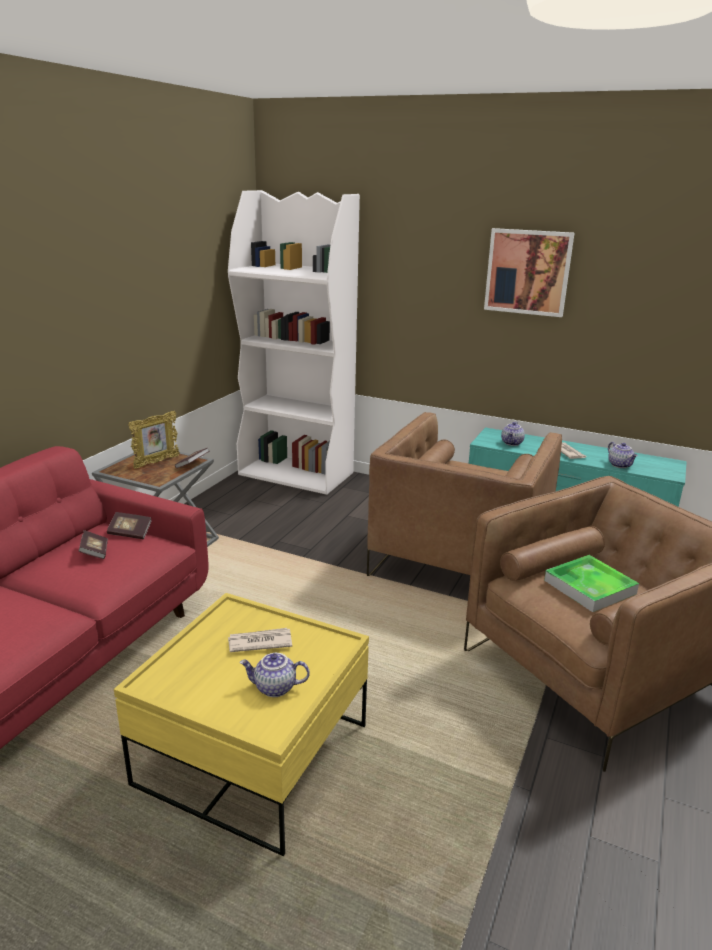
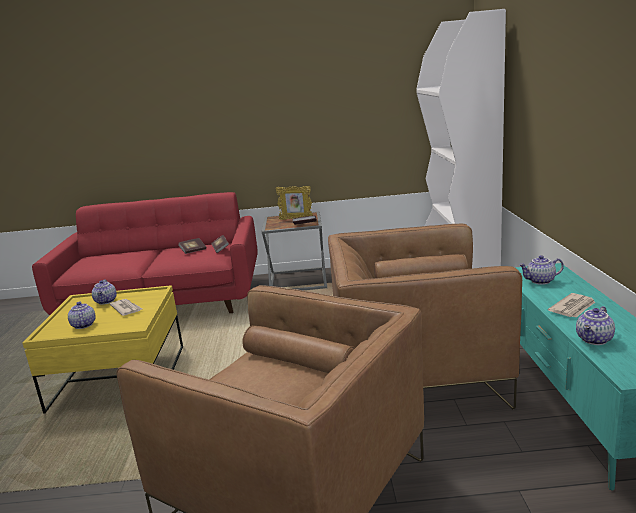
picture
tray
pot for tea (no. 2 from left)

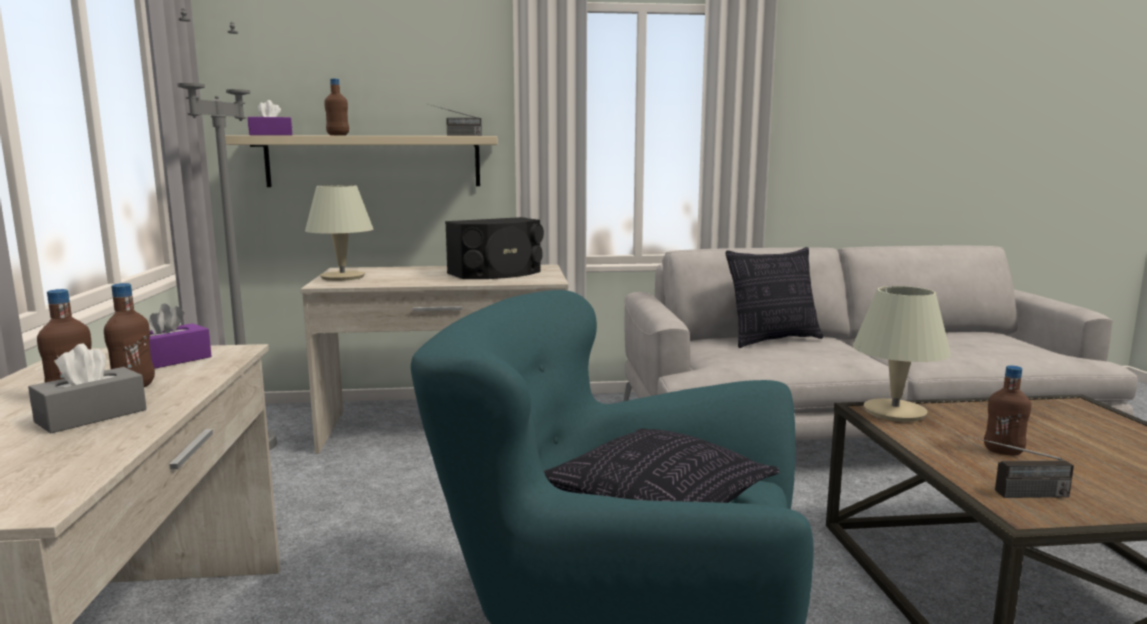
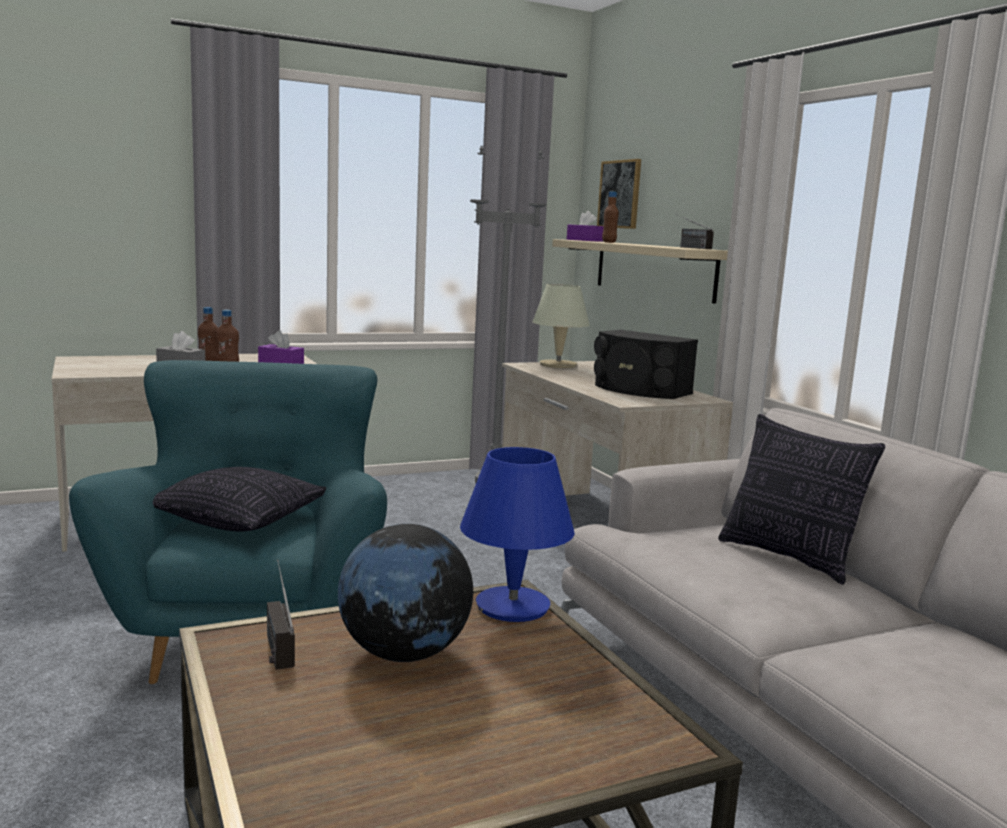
lamp for a table in blue-coloured
globe
picture

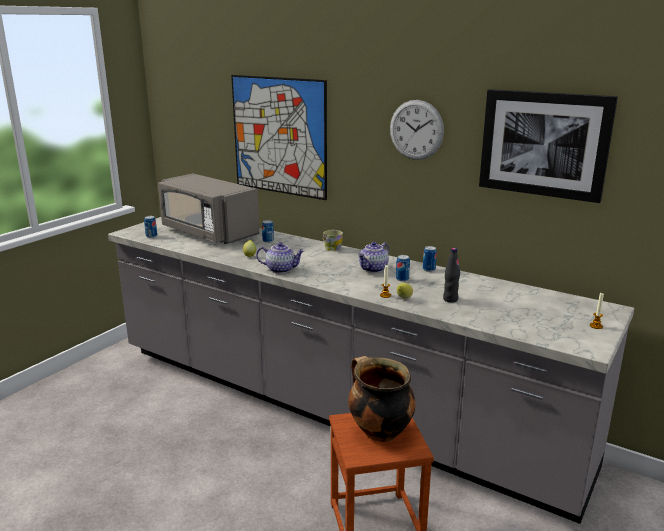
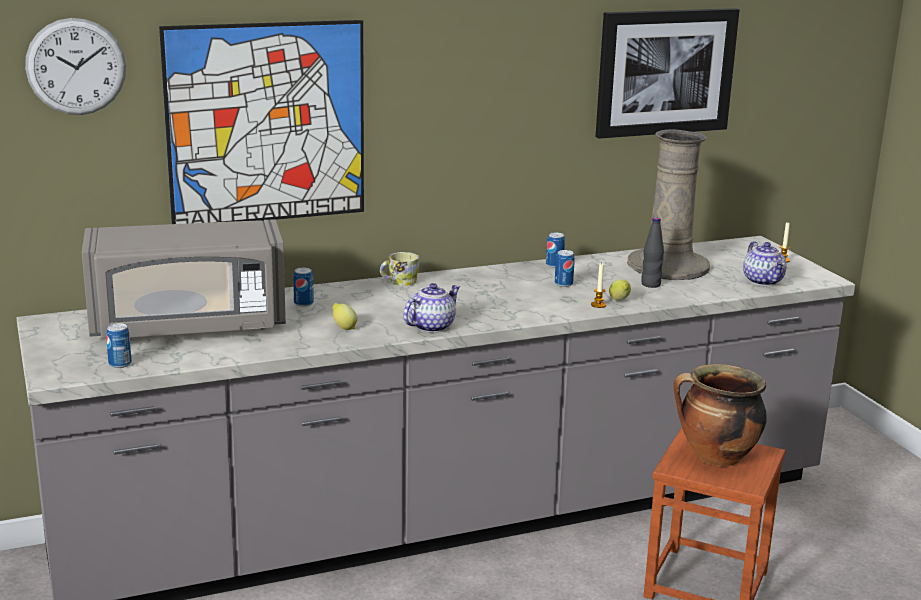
pot for tea (no. 2 from left)
wall clock
decorative vase in beige-coloured

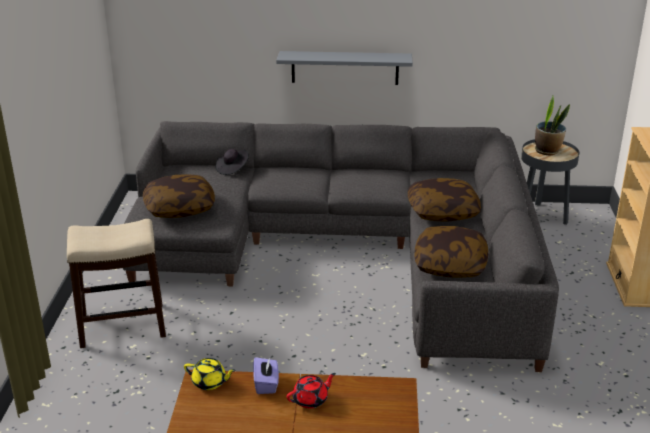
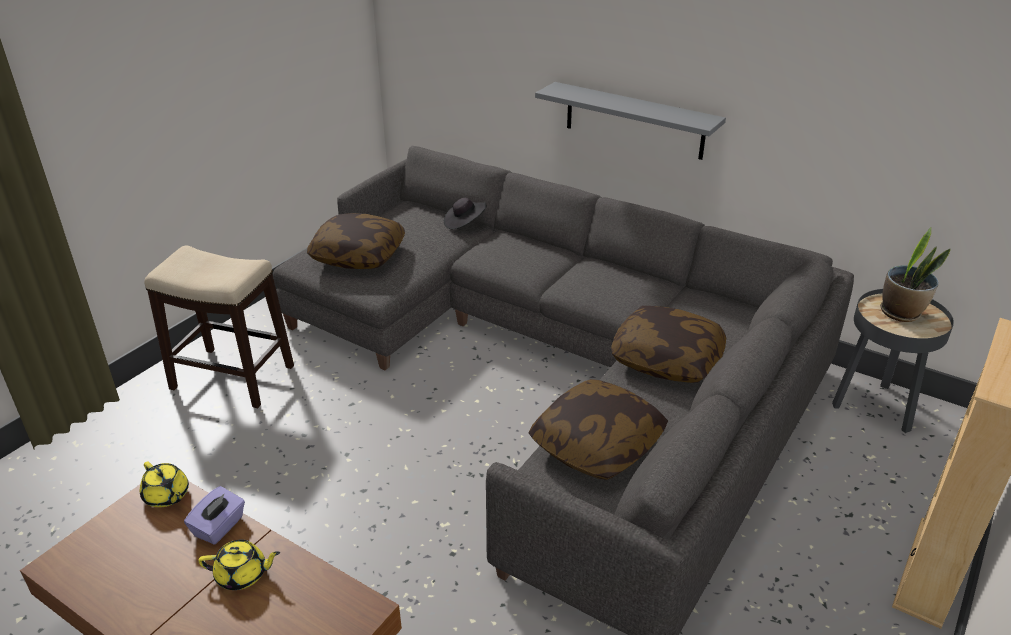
pot for tea in yellow (no. 2 from left)

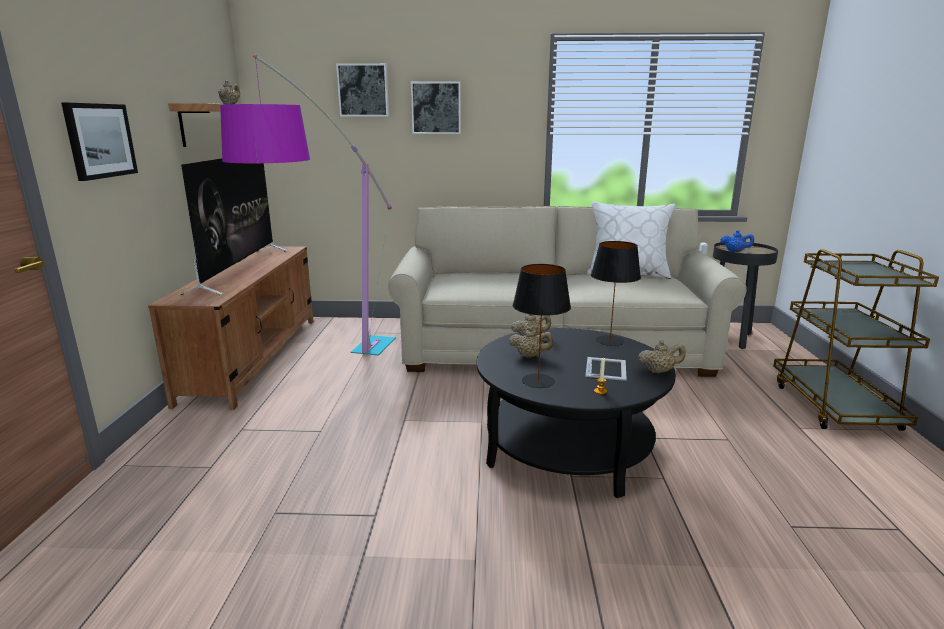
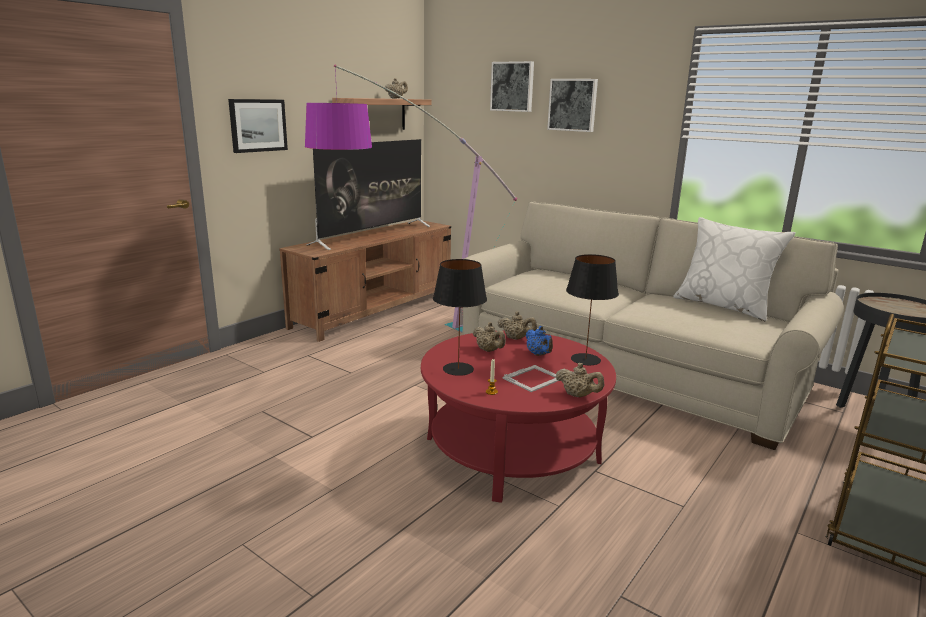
coffee table in red-coloured
pot for tea in blue-coloured

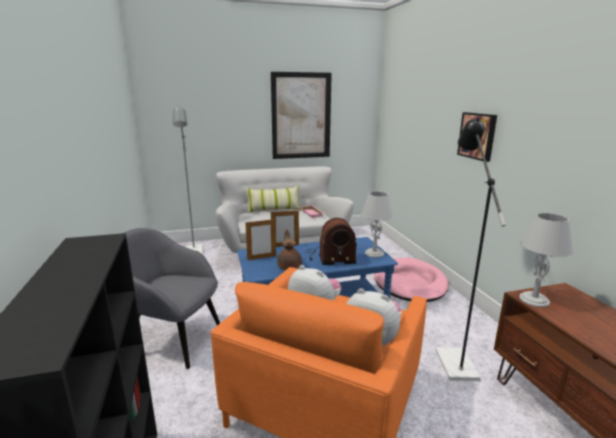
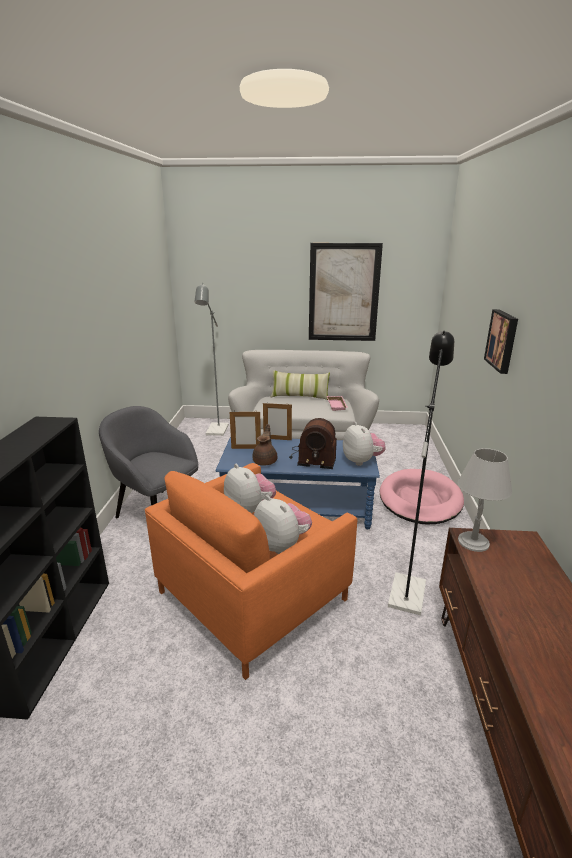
plush toy (no. 3 from left)

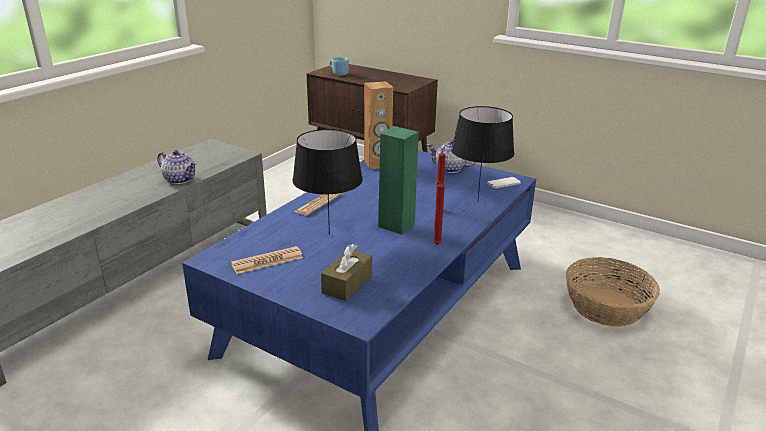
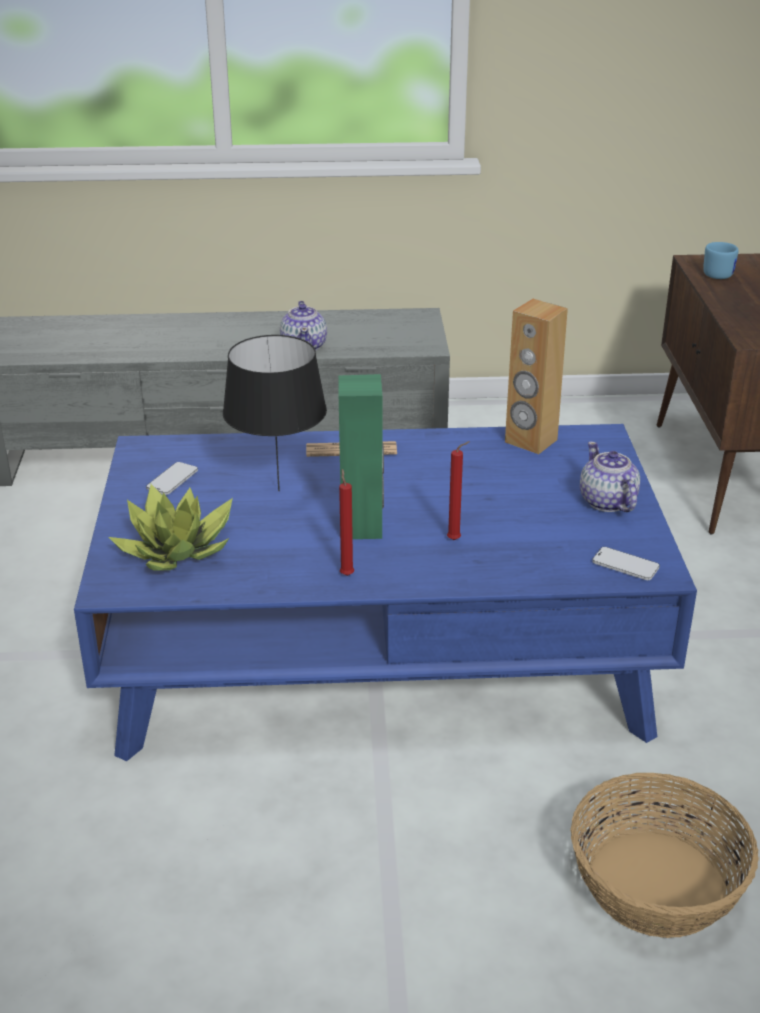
telephone (no. 1 from left)
plant in a pot
lamp for a table in black (no. 2 from left in the first image)

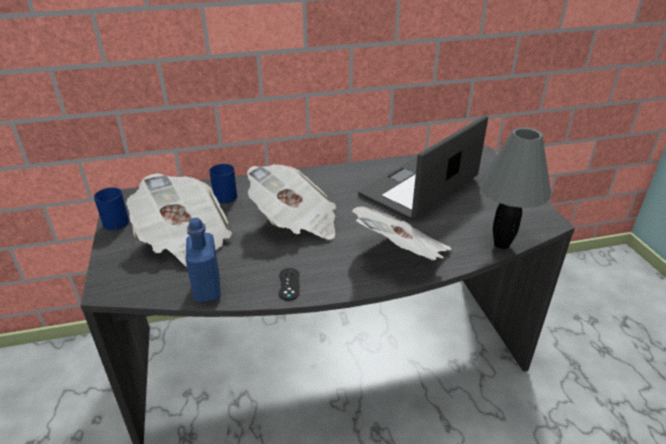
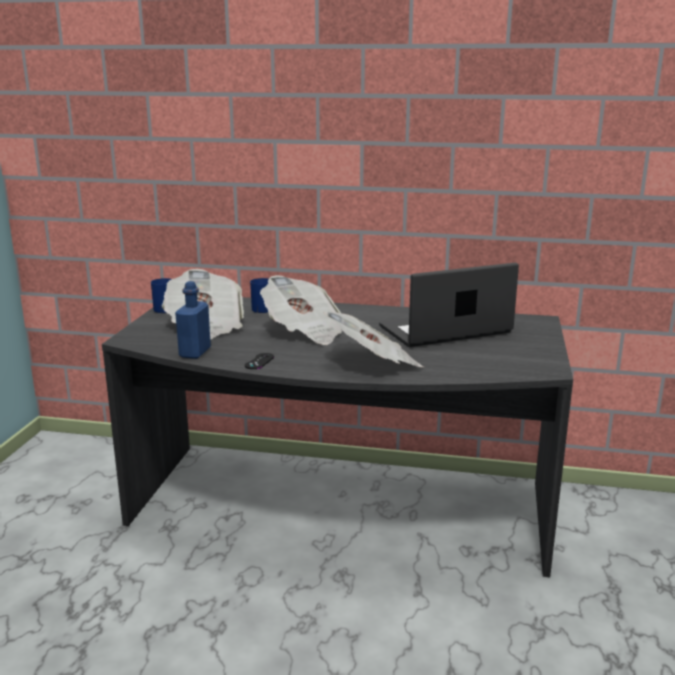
lamp for a table in greyish

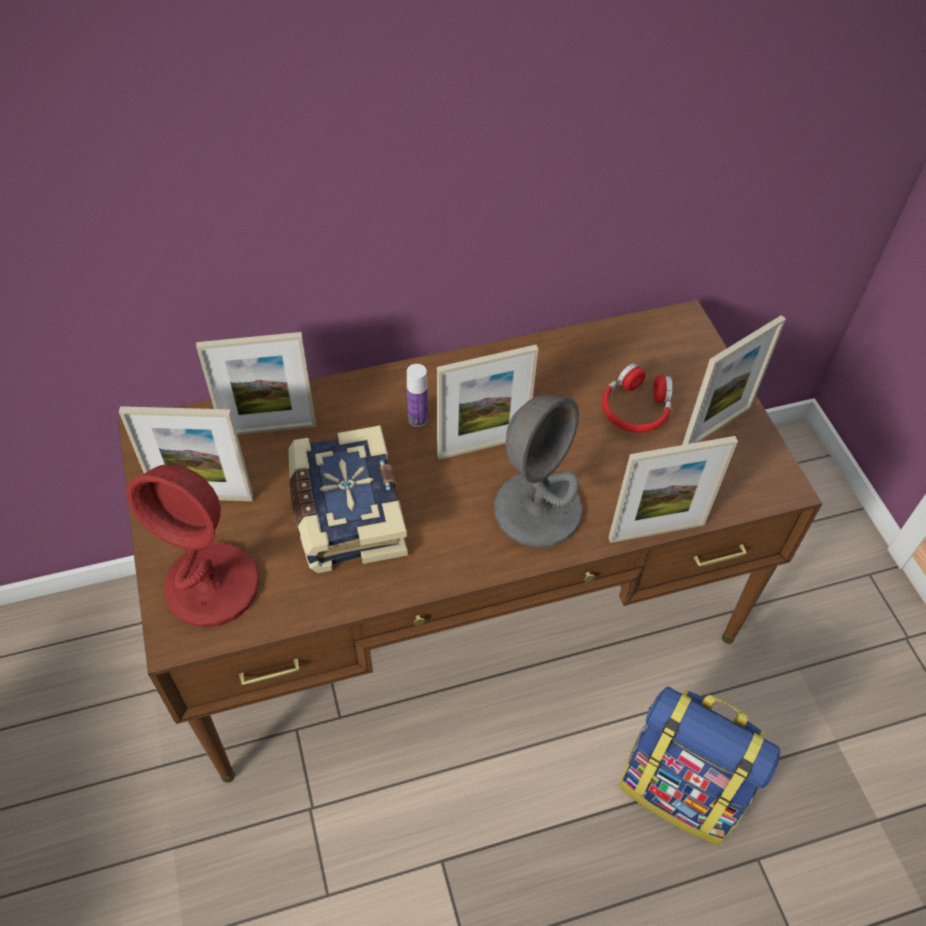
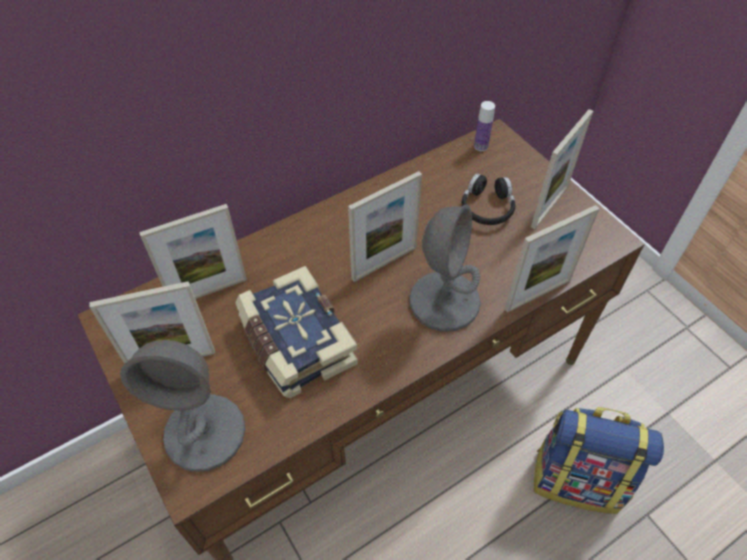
lamp for a table in greyish (no. 1 from left)
beverage bottle
headphones in black

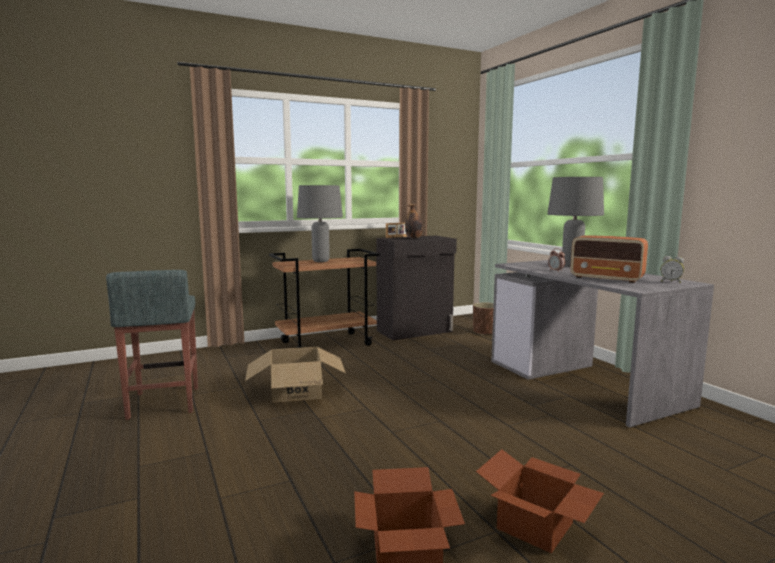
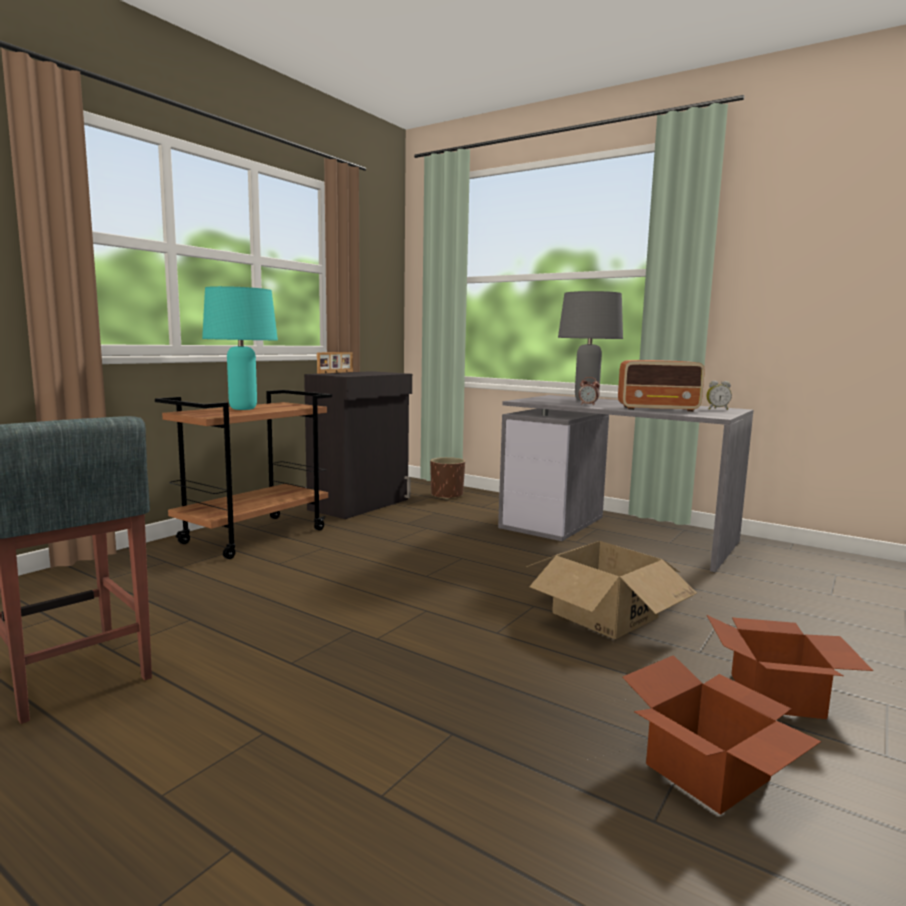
carton (no. 1 from left)
lamp for a table in turquoise
beverage bottle

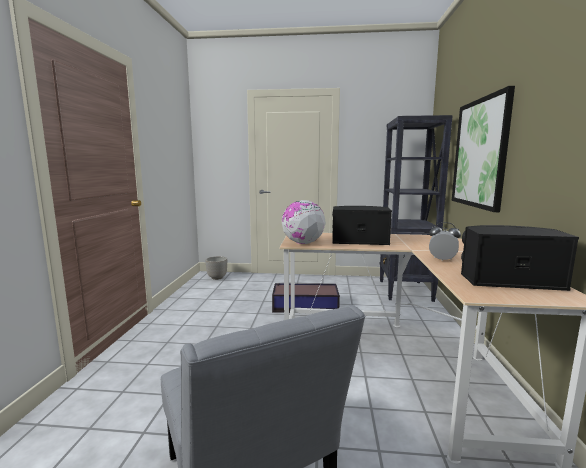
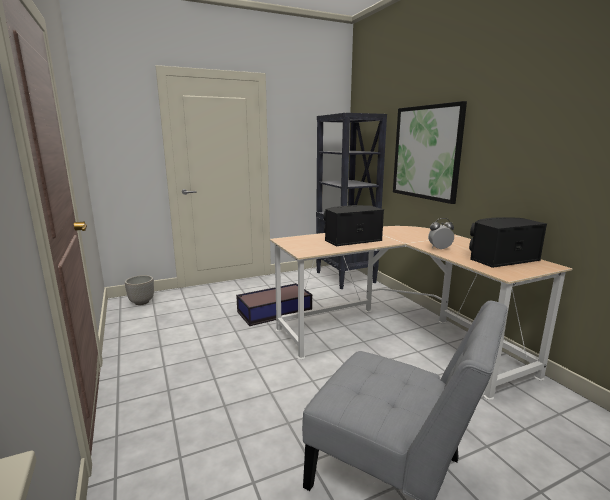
globe

